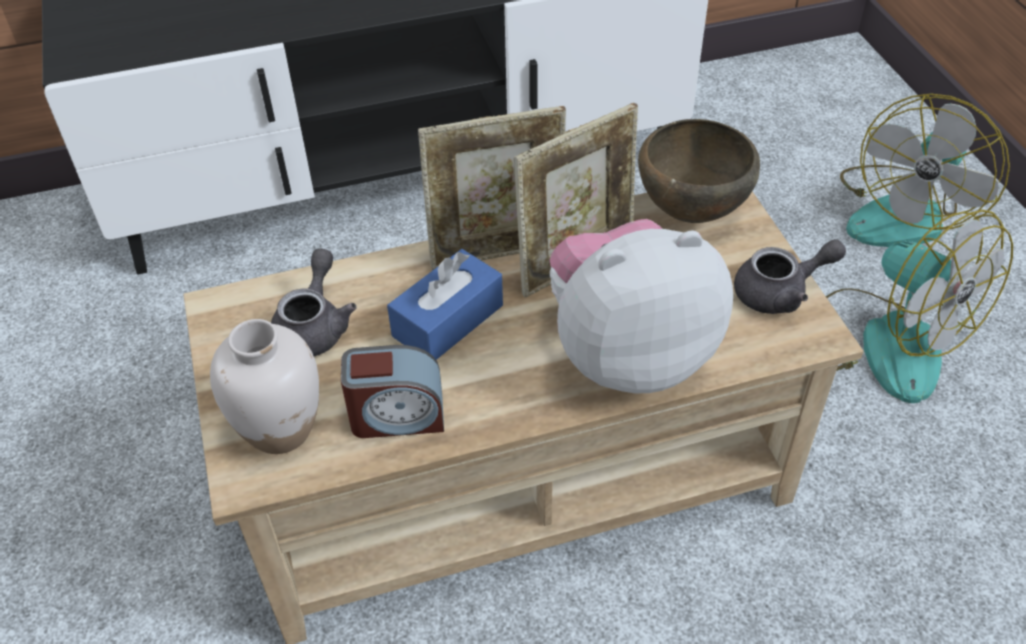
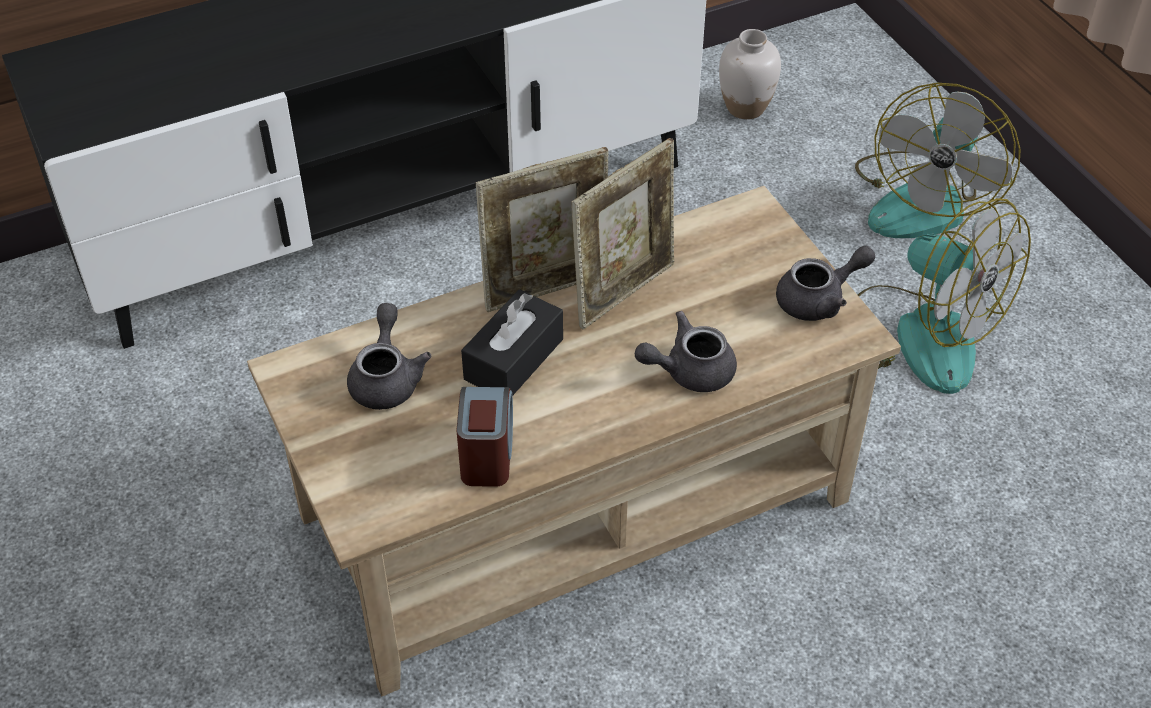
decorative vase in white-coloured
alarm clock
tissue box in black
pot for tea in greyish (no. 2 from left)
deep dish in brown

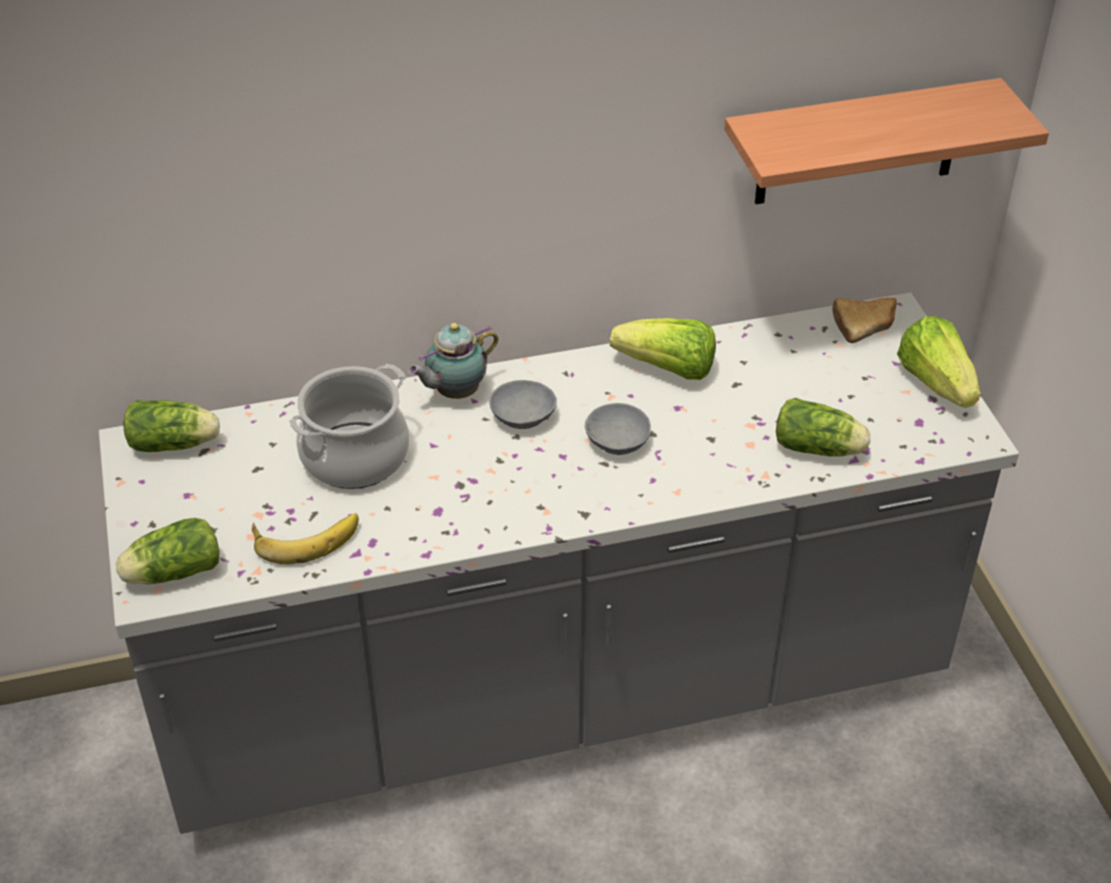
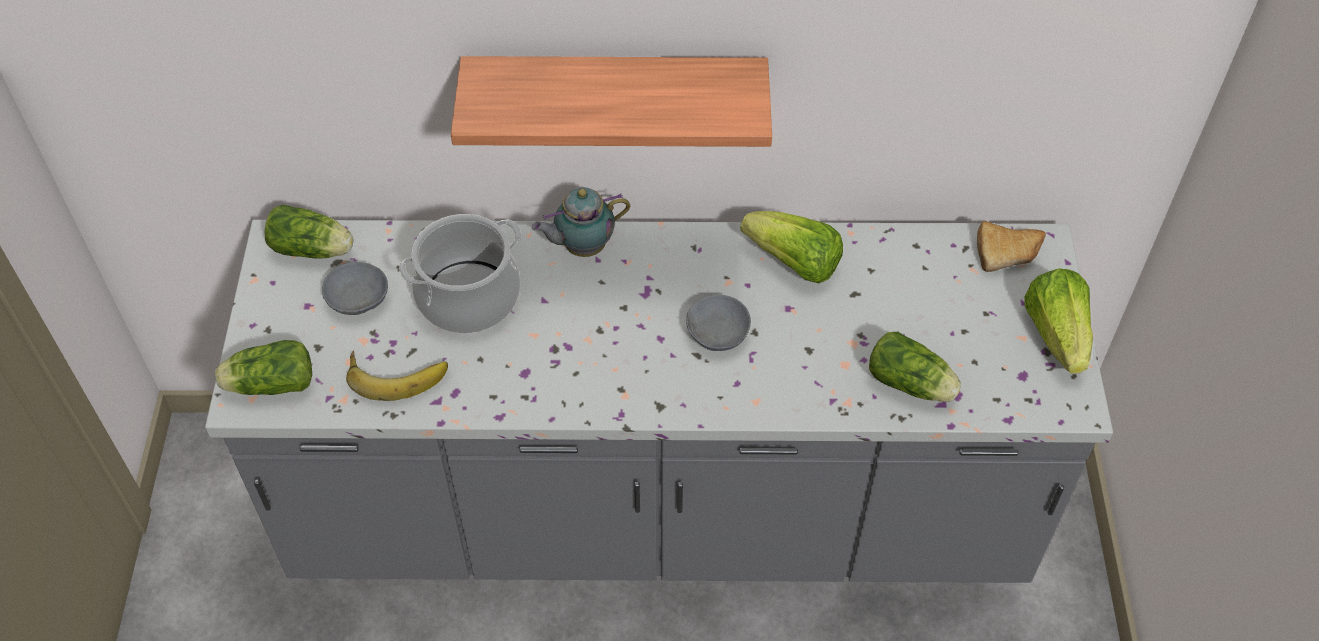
deep dish in greyish (no. 1 from left)
shelf

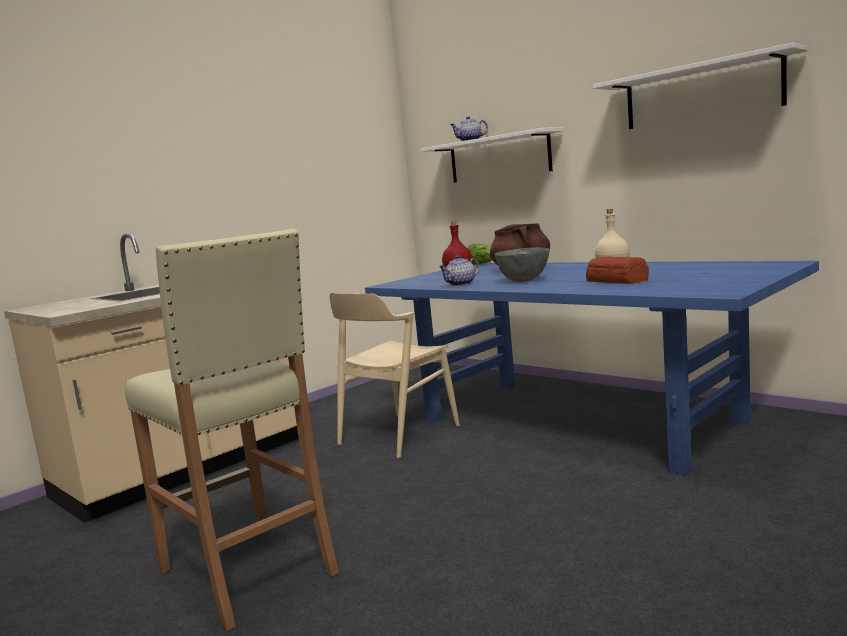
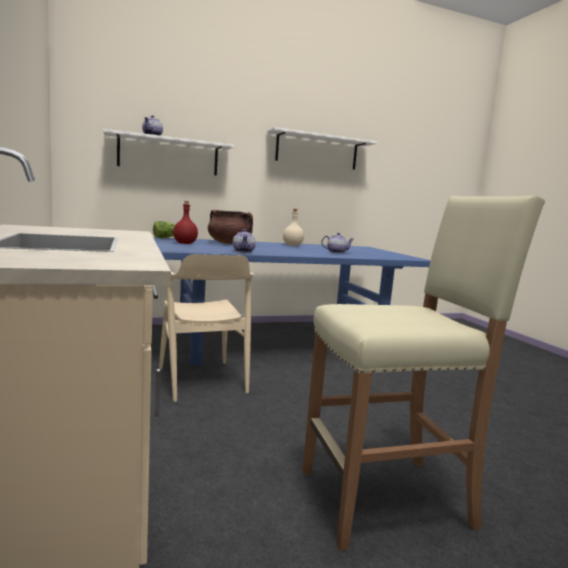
deep dish in greyish
pot for tea (no. 3 from left)

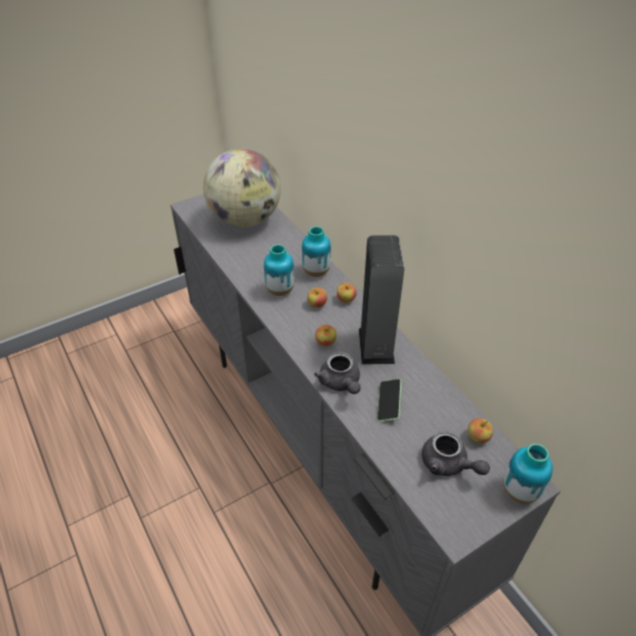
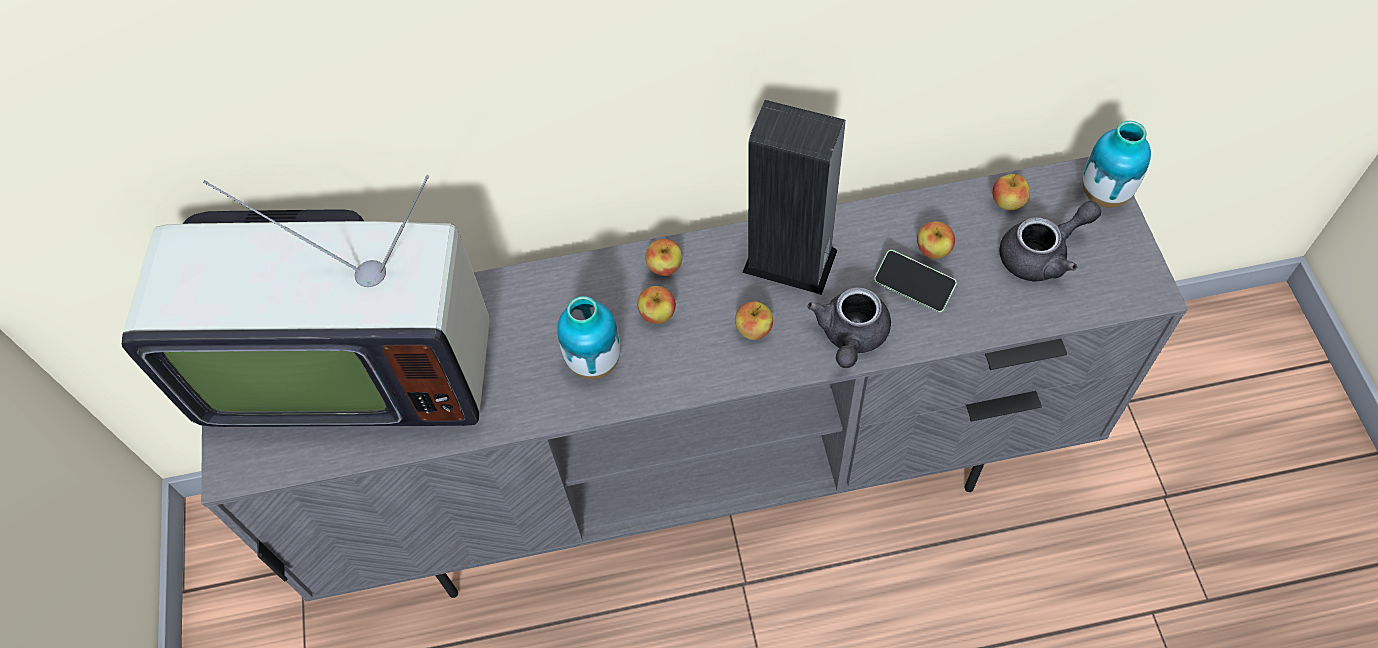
television
decorative vase (no. 2 from left in the first image)
pot for tea in greyish (no. 1 from left)
apple (no. 4 from left)

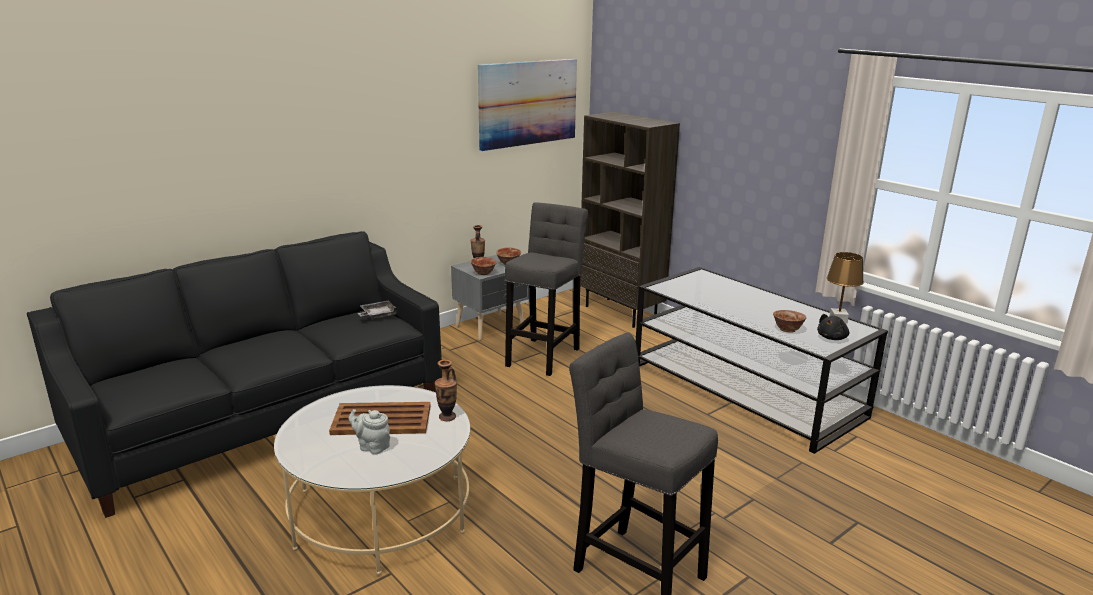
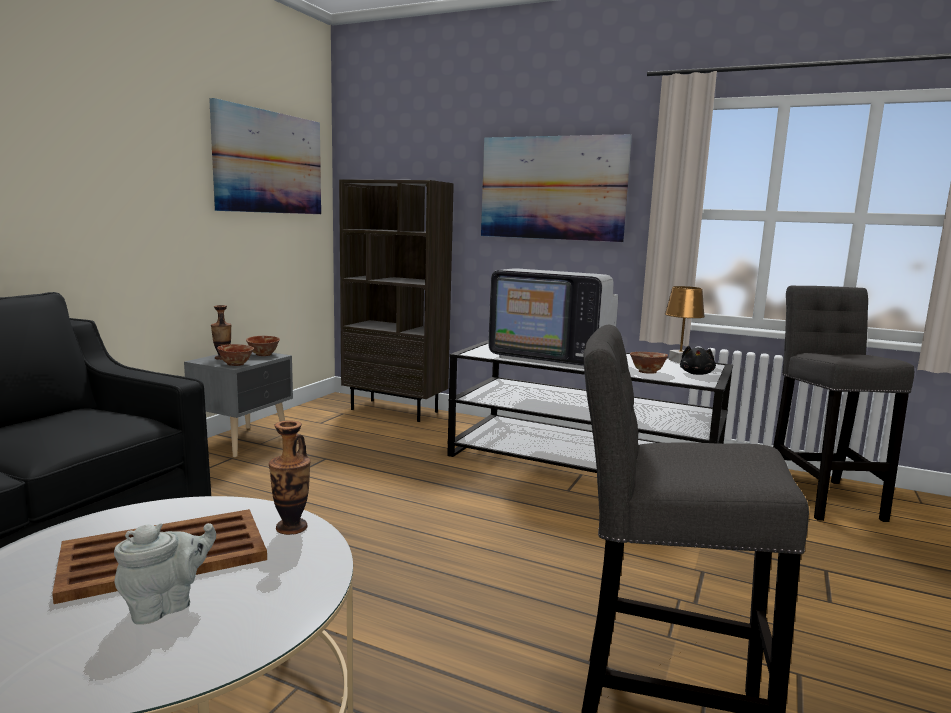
pot for tea in greyish
tray in greyish
stool seat in greyish (no. 2 from left)
picture (no. 2 from left)
television

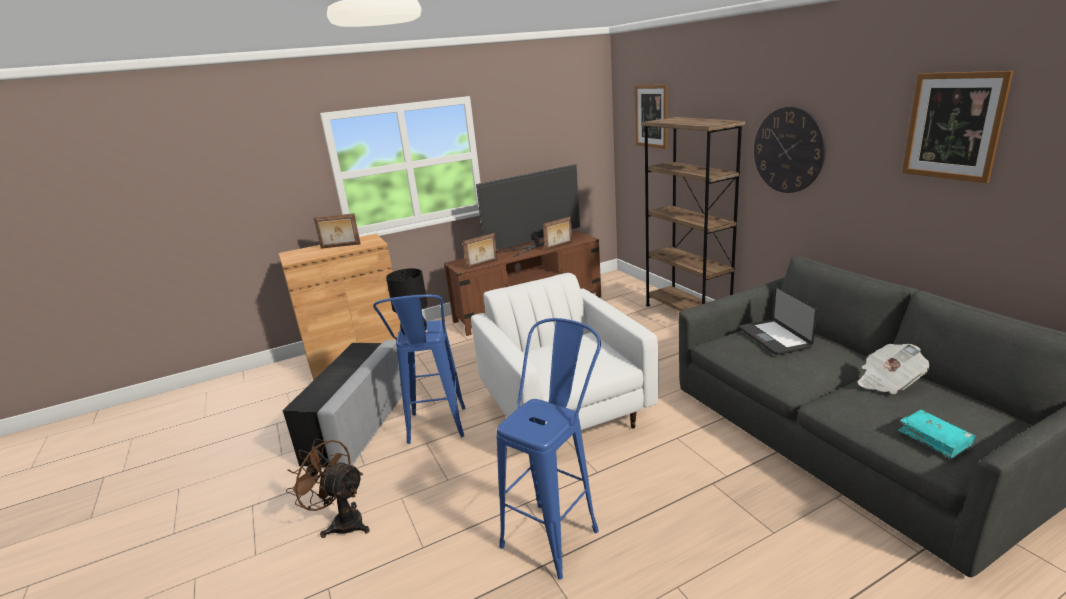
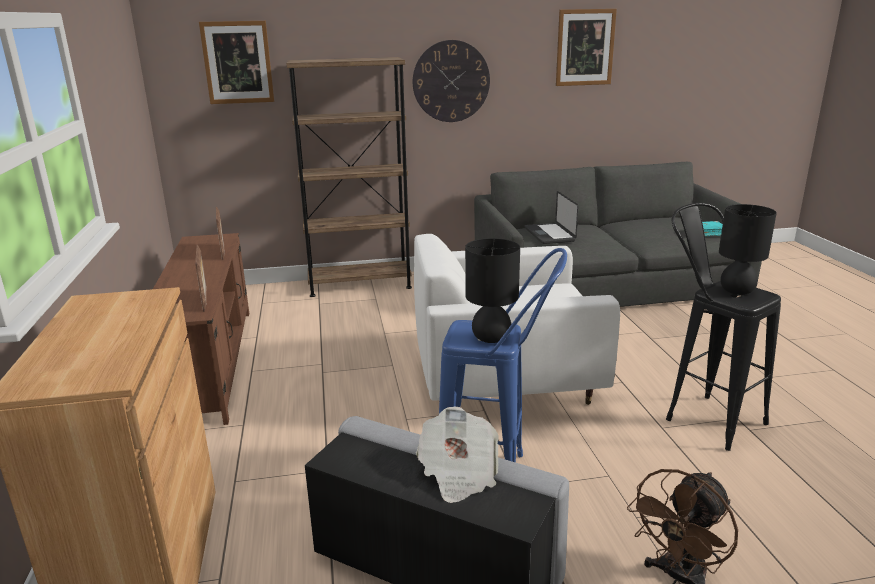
photo frame (no. 1 from left in the first image)
television
stool seat in black
portable computer
newspaper
lamp for a table in black (no. 2 from left)

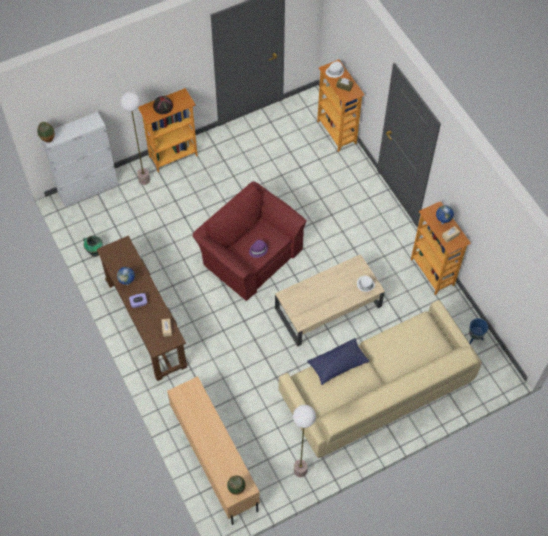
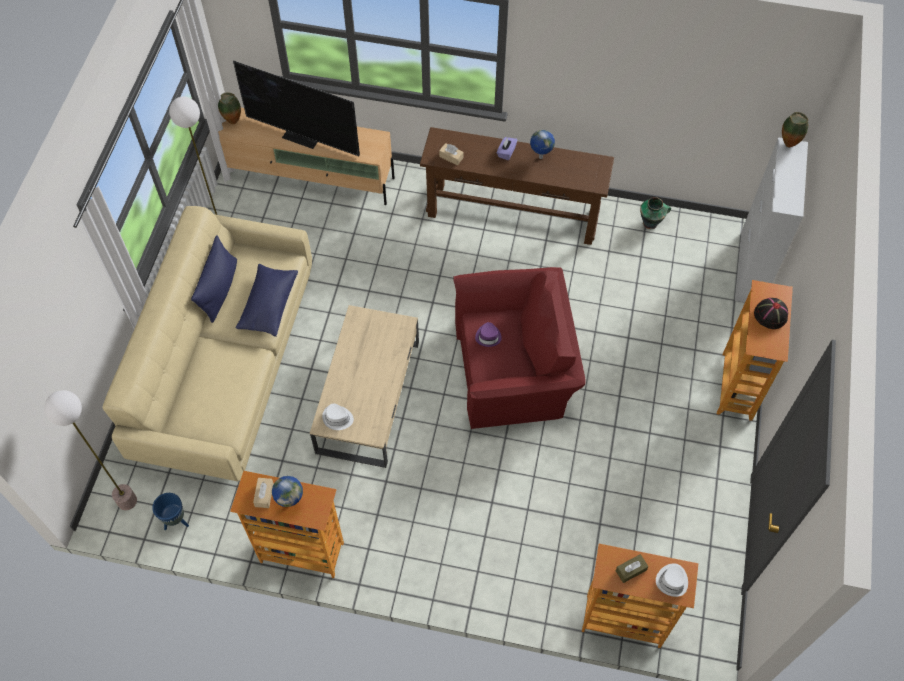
standing lamp (no. 1 from left)
throw pillow in blue-coloured (no. 1 from left)
television

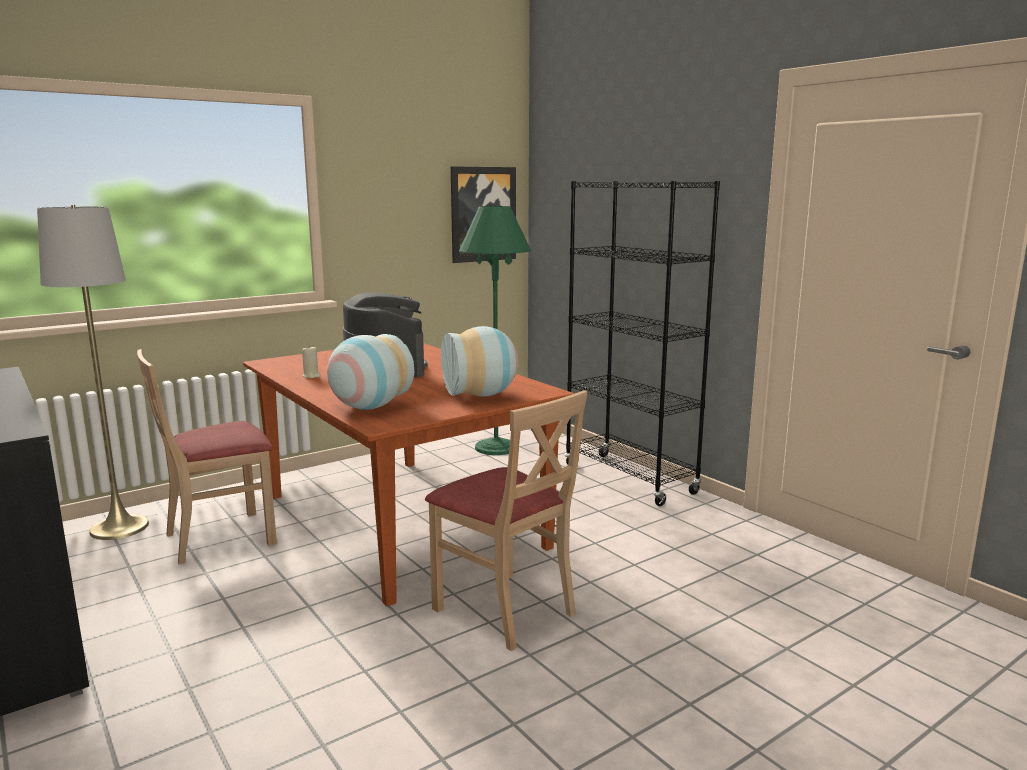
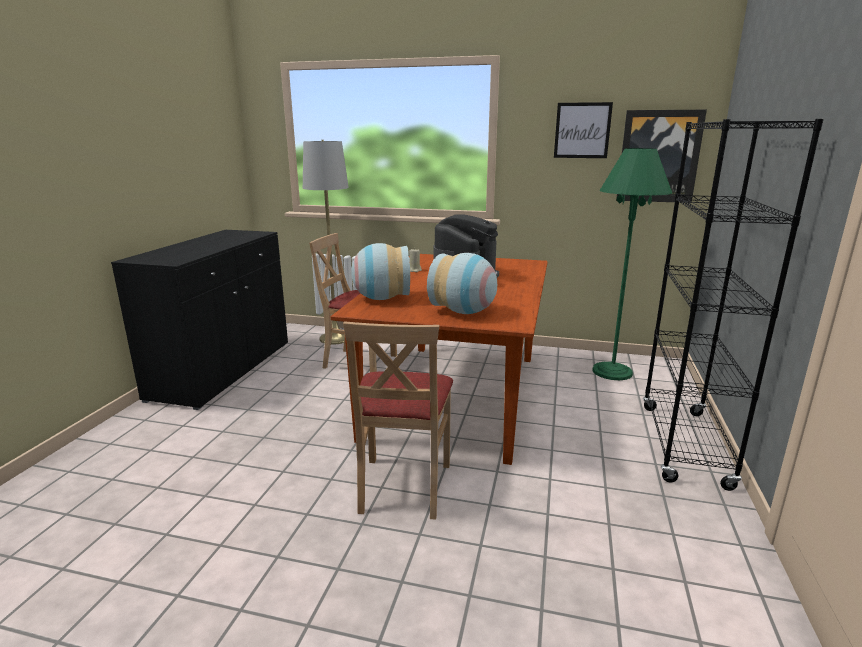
picture (no. 1 from left)

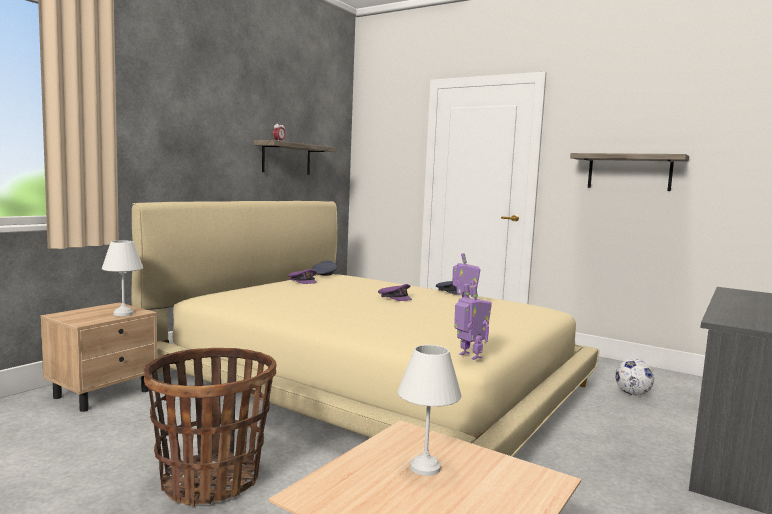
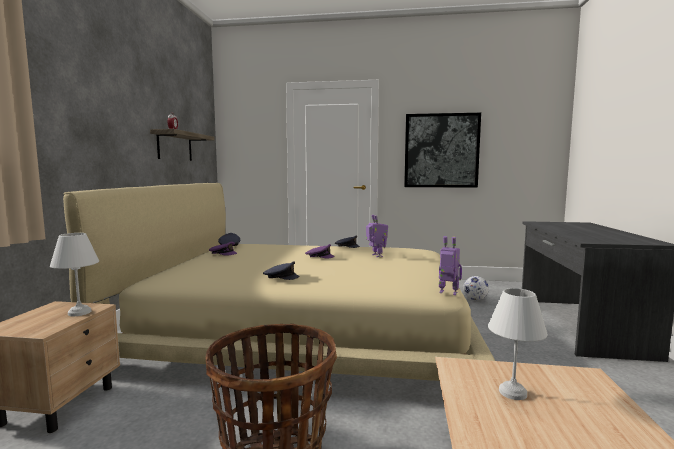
picture
baseball cap in greyish (no. 2 from left)

